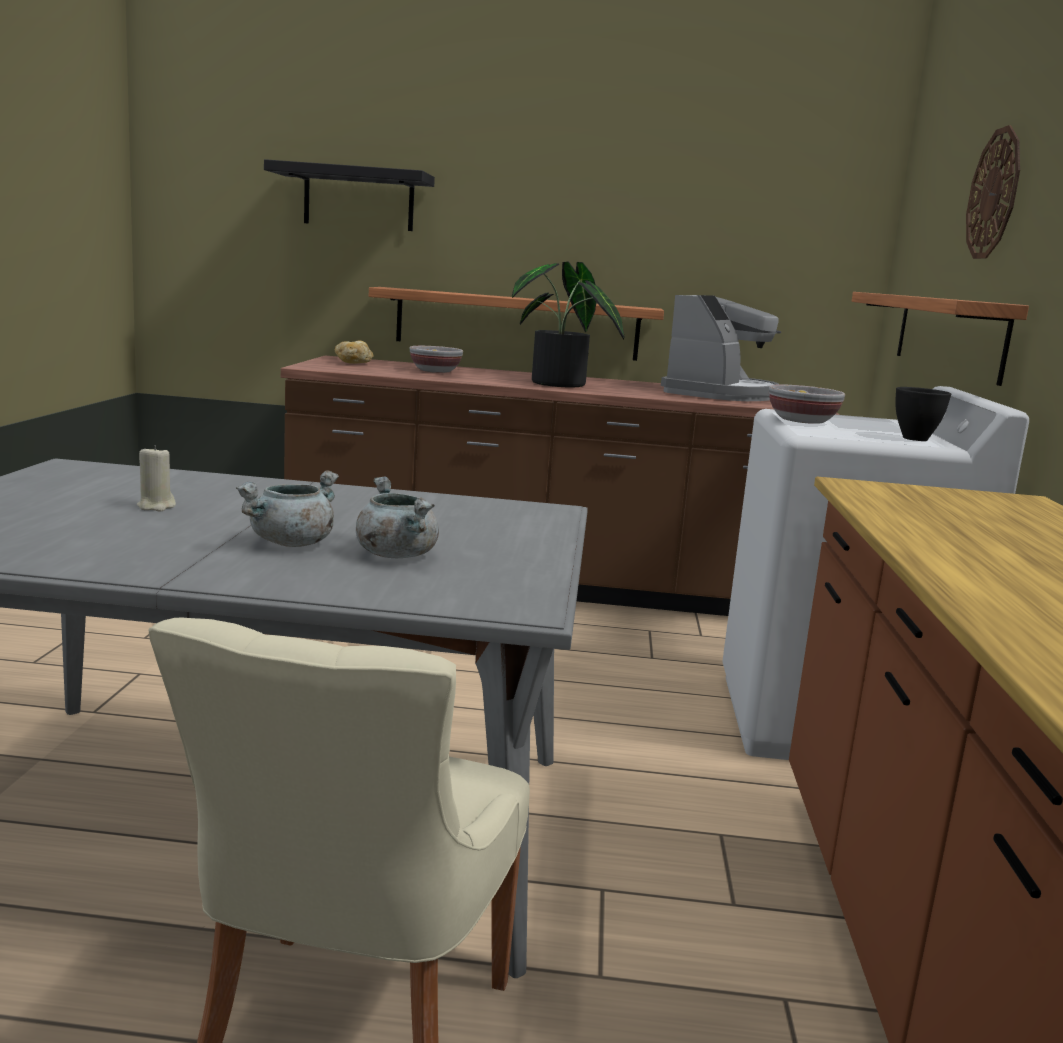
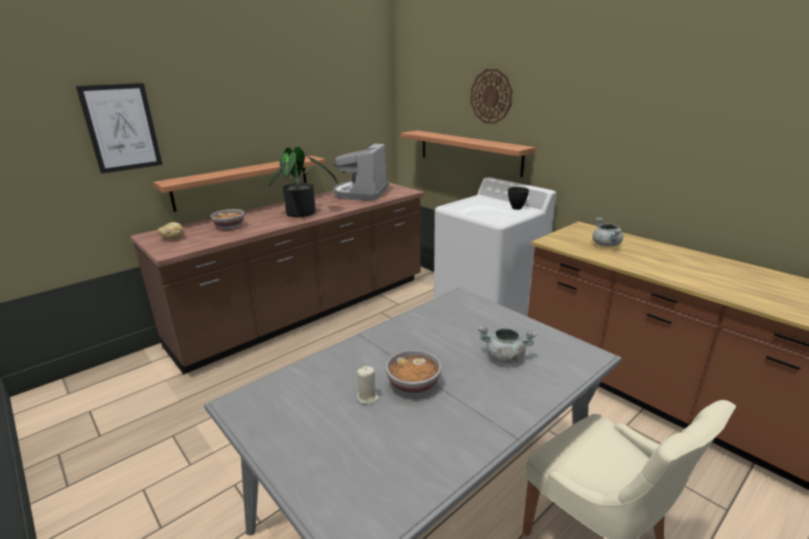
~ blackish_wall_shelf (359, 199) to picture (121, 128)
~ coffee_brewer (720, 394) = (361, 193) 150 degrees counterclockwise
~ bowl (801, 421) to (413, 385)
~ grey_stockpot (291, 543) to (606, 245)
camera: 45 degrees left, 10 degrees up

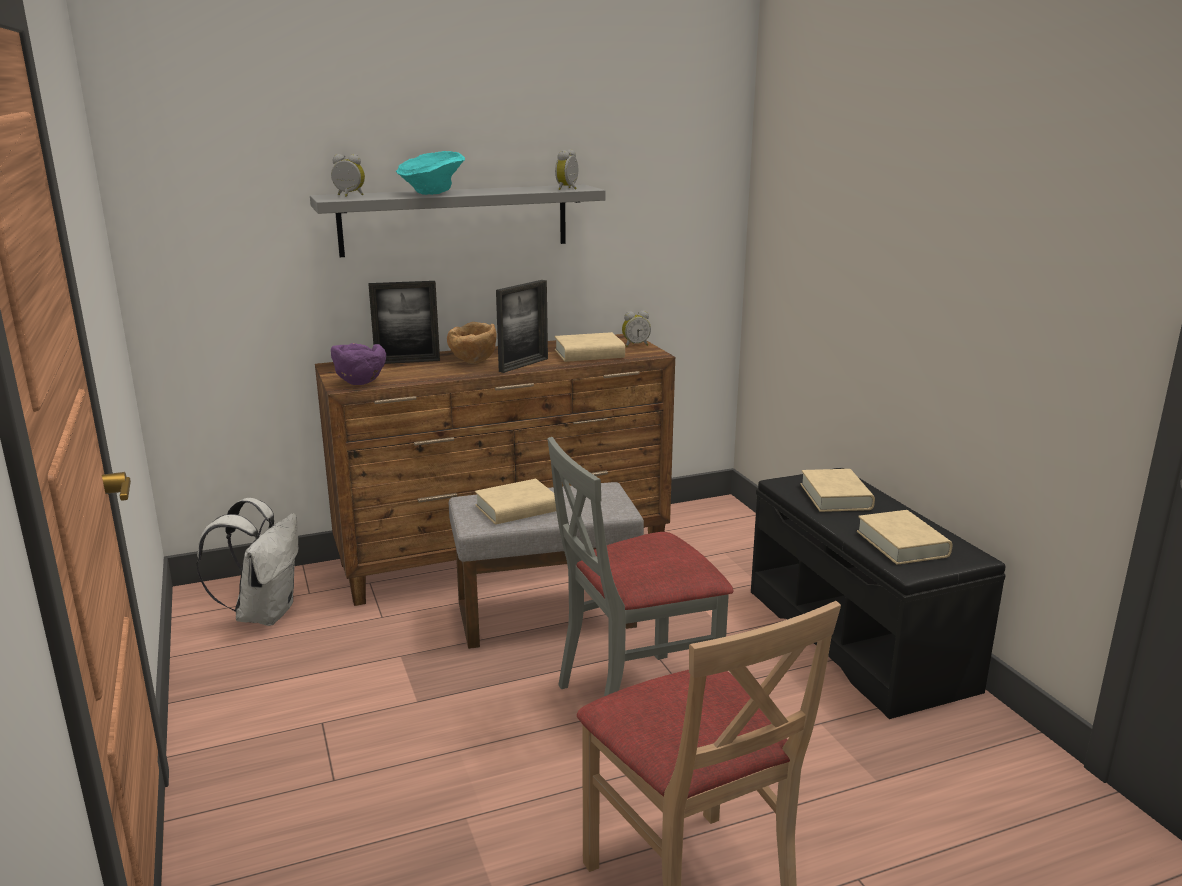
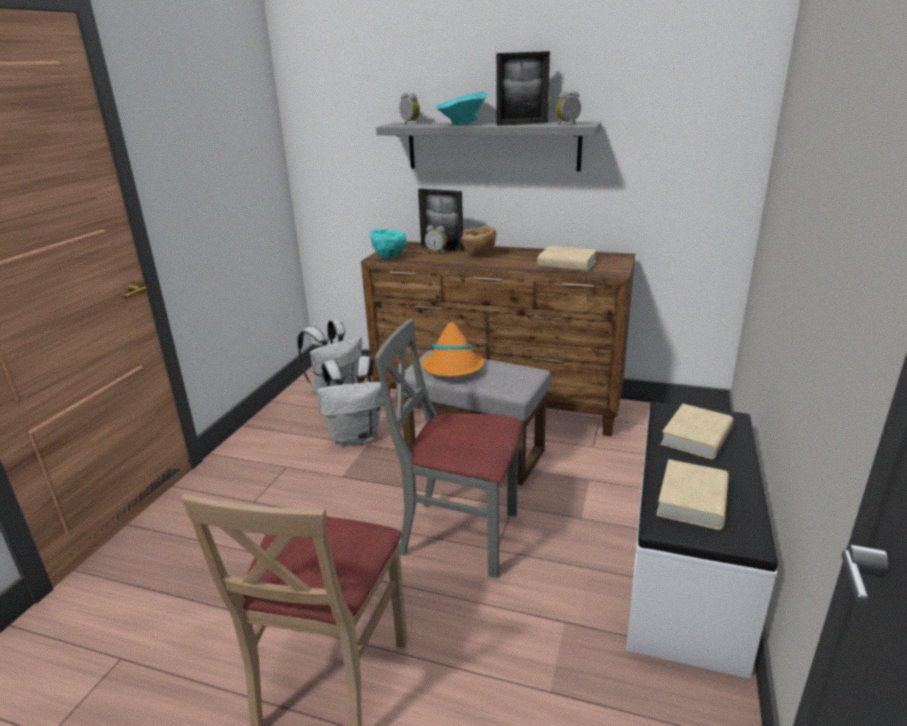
~ photo_frame (523, 365) to (522, 124)
~ bedside_clock (635, 345) to (437, 252)
~ purple_bowl (360, 383) to turquoise-coloured_bowl (389, 257)
~ blackish_bench (858, 637) to white_bench (687, 571)
~ sand-coloured_book (517, 509) to orange_wearable_hat (453, 369)
+ white_rucksack (356, 437)
camera: 40 degrees right, 5 degrees up

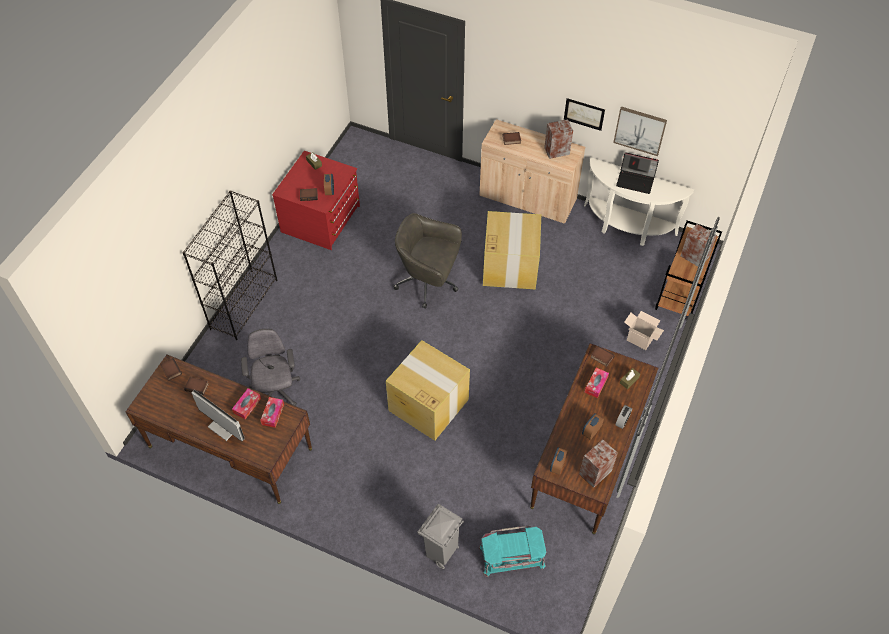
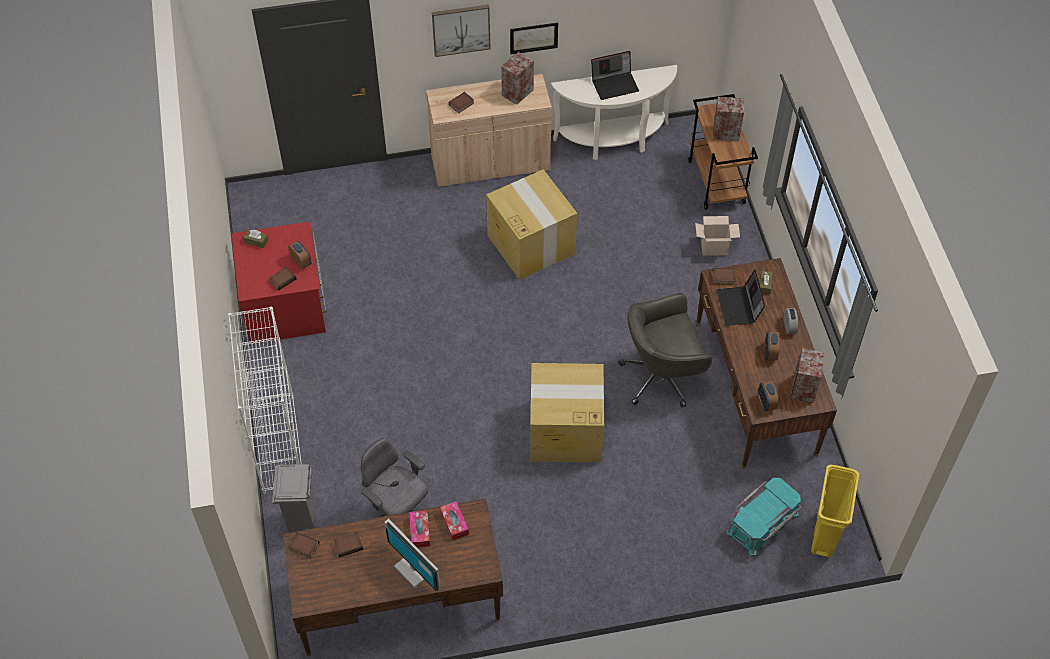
~ picture (640, 130) to (461, 29)
~ blackish_bookshelf (244, 304) to white_bookshelf (278, 444)
~ grey_computer_chair (428, 282) to (662, 376)
~ tissue_box (596, 385) to portable_computer (739, 307)
~ computer_screen (222, 428) = (414, 569) 135 degrees counterclockwise
~ grey_waste_bin (441, 553) to (302, 522)
+ yellowish_waste_bin (824, 535)
camera: 35 degrees left, 0 degrees up

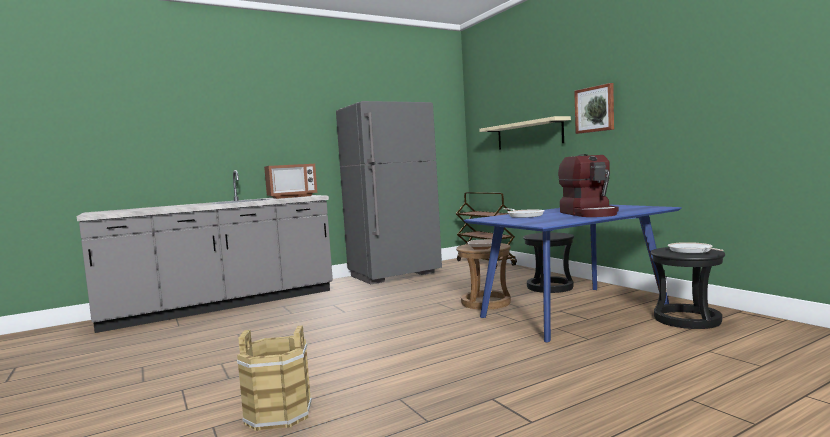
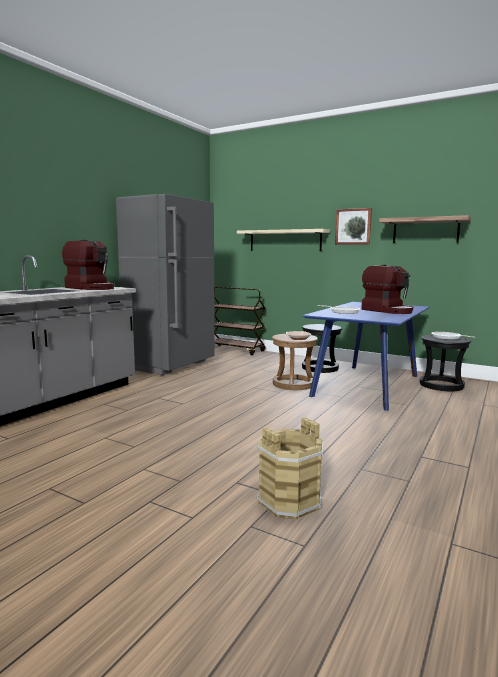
~ microwave (292, 197) to coffee_brewer (91, 288)
+ wall_shelf (425, 231)
camera: 30 degrees left, 5 degrees up

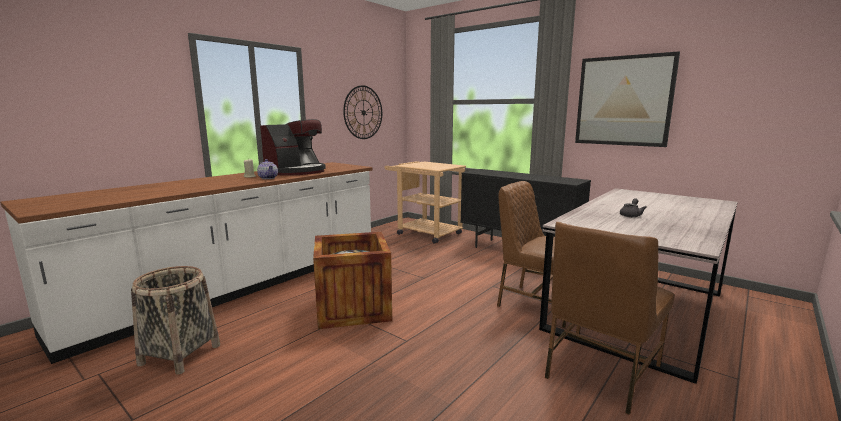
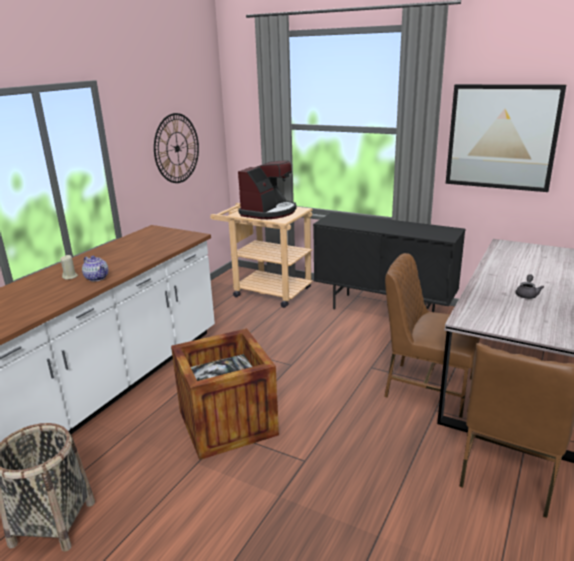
~ coffee_brewer (296, 172) to (269, 212)
camera: 10 degrees left, 10 degrees up

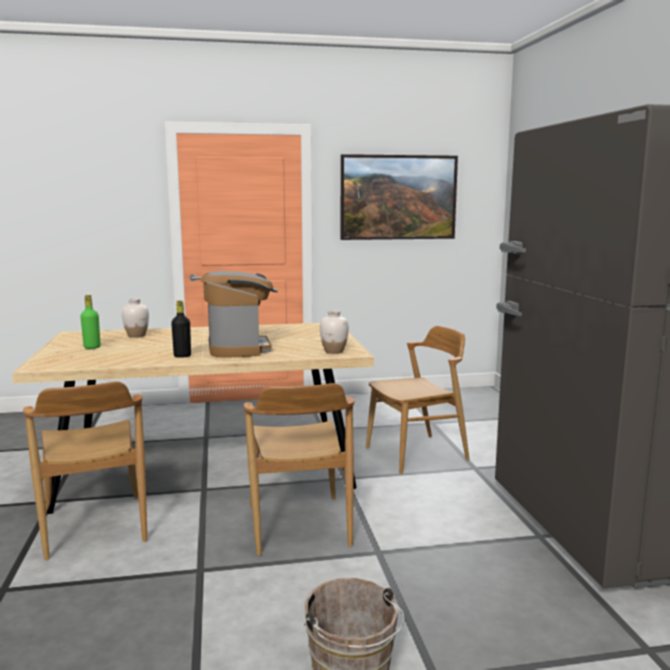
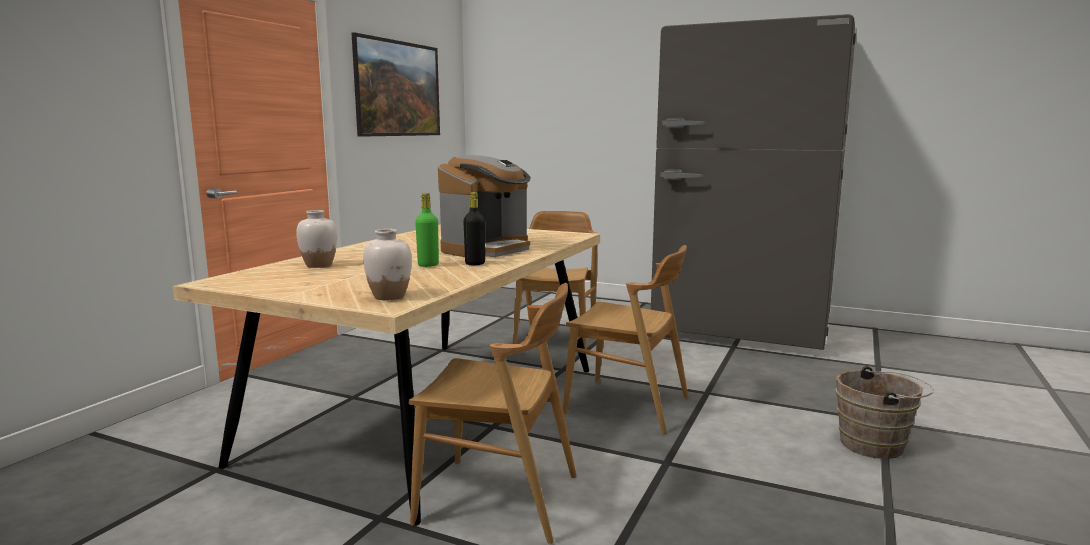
~ coffee_brewer (240, 348) = (487, 249) 105 degrees clockwise
~ green-coloured_beverage_bottle (92, 347) to (428, 265)
~ white_decorative_vase (334, 351) to (389, 296)
camera: 55 degrees left, 0 degrees up

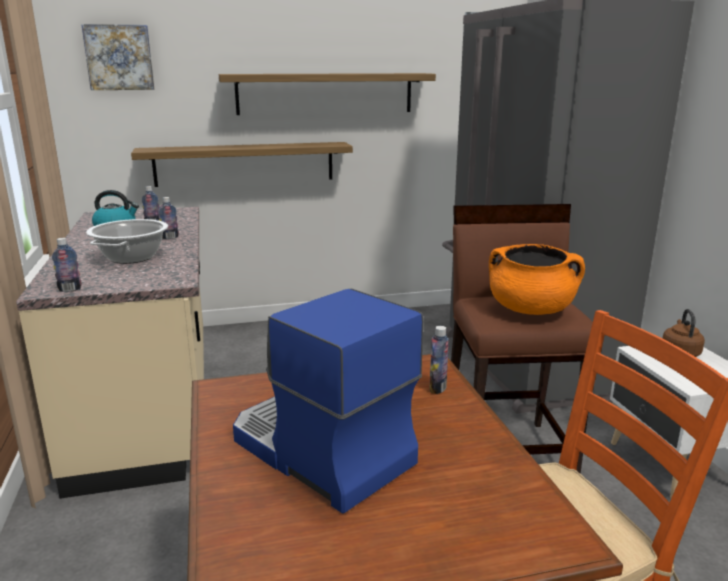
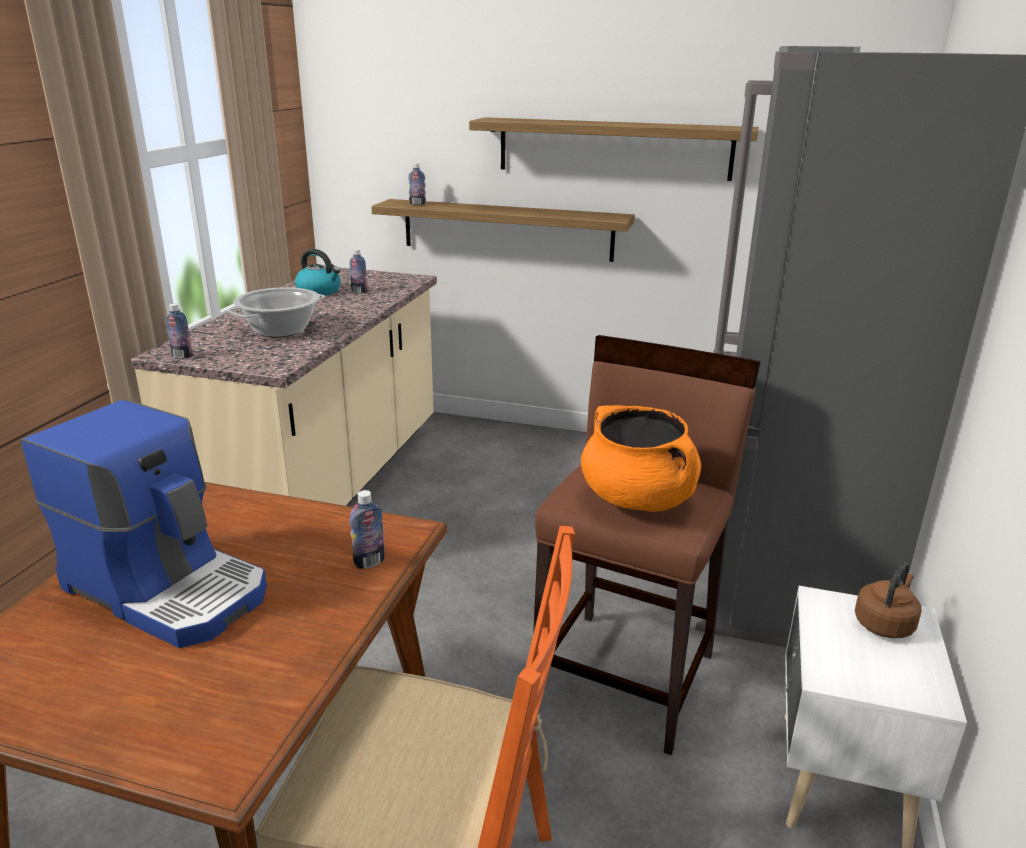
- picture (119, 57)
~ beverage_bottle (170, 237) to (417, 204)
~ coffee_brewer (318, 452) = (170, 588) 135 degrees clockwise
camera: 30 degrees right, 5 degrees up

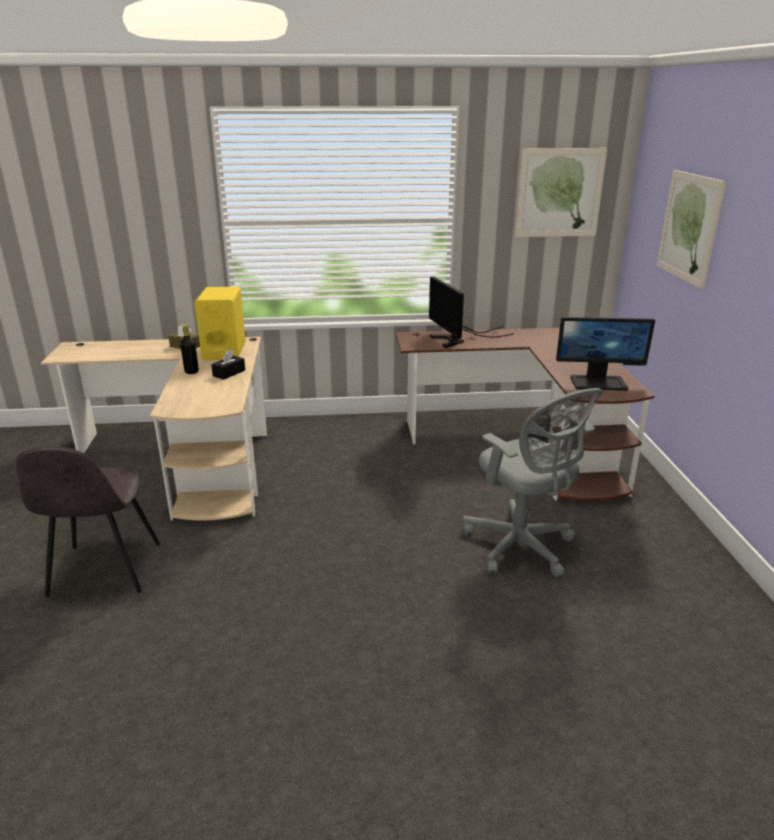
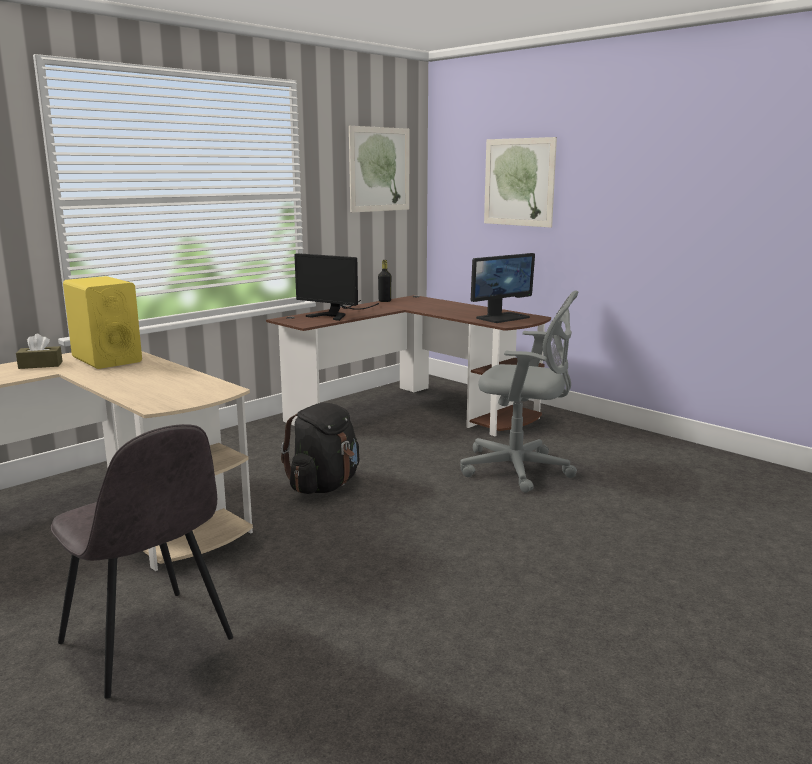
~ blackish_beverage_bottle (191, 372) to (384, 301)
- blackish_tissue_box (229, 373)
+ blackish_rucksack (324, 486)
camera: 40 degrees left, 10 degrees down

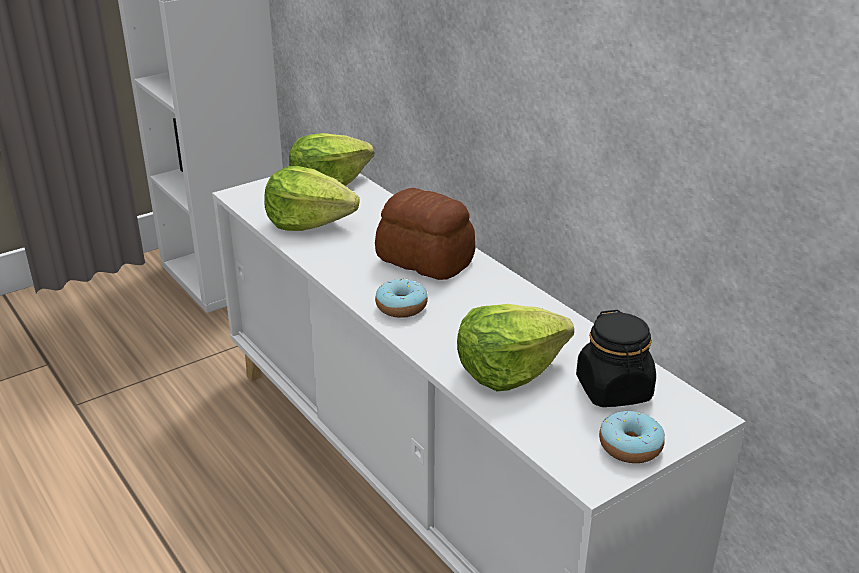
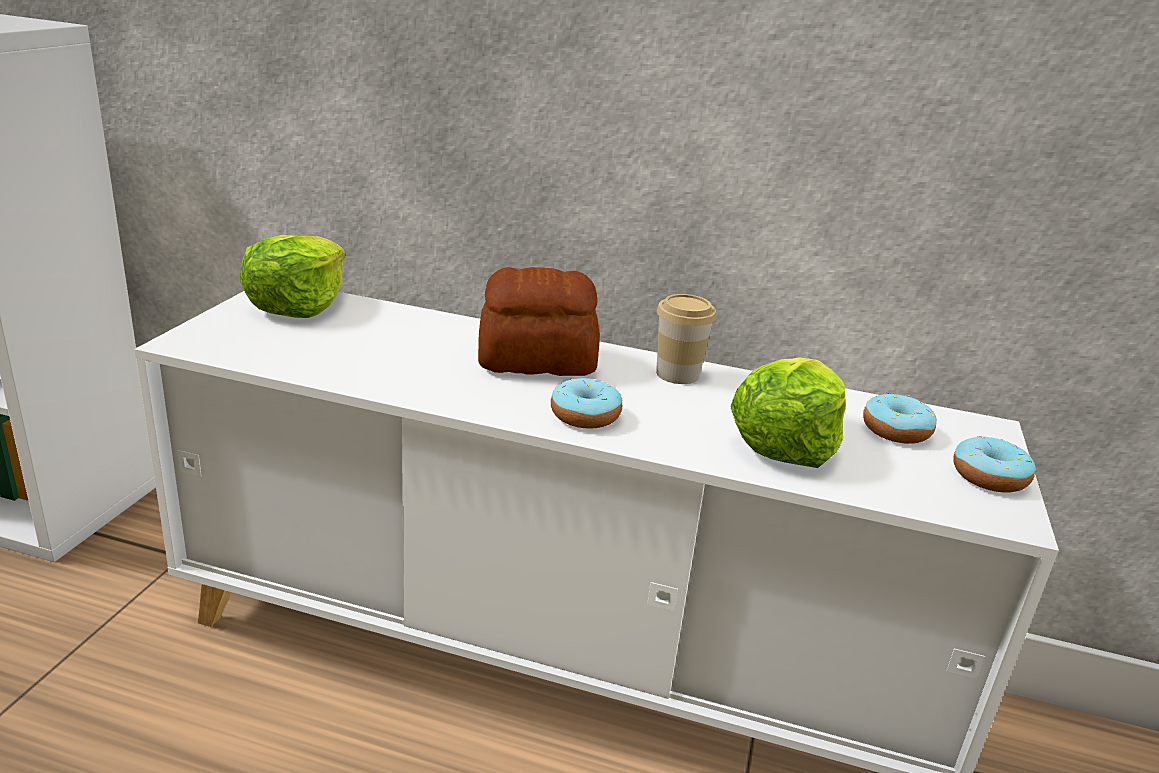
- head_of_lettuce (309, 222)
~ blackish_preserve_jar (614, 390) to donut (896, 430)
+ small_cup (677, 374)
camera: 40 degrees left, 5 degrees down

